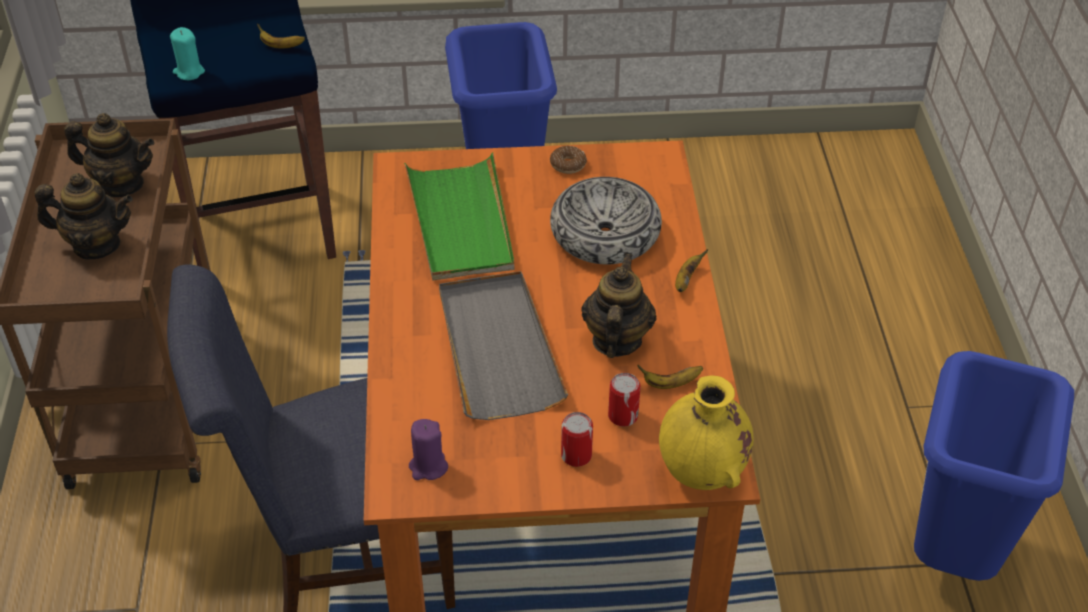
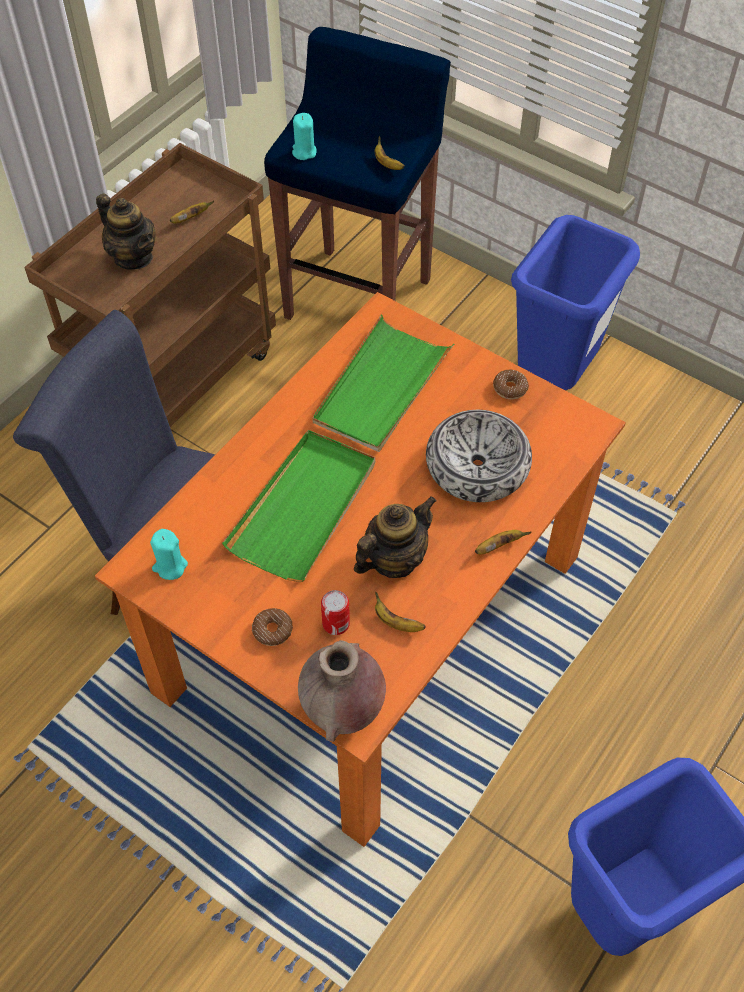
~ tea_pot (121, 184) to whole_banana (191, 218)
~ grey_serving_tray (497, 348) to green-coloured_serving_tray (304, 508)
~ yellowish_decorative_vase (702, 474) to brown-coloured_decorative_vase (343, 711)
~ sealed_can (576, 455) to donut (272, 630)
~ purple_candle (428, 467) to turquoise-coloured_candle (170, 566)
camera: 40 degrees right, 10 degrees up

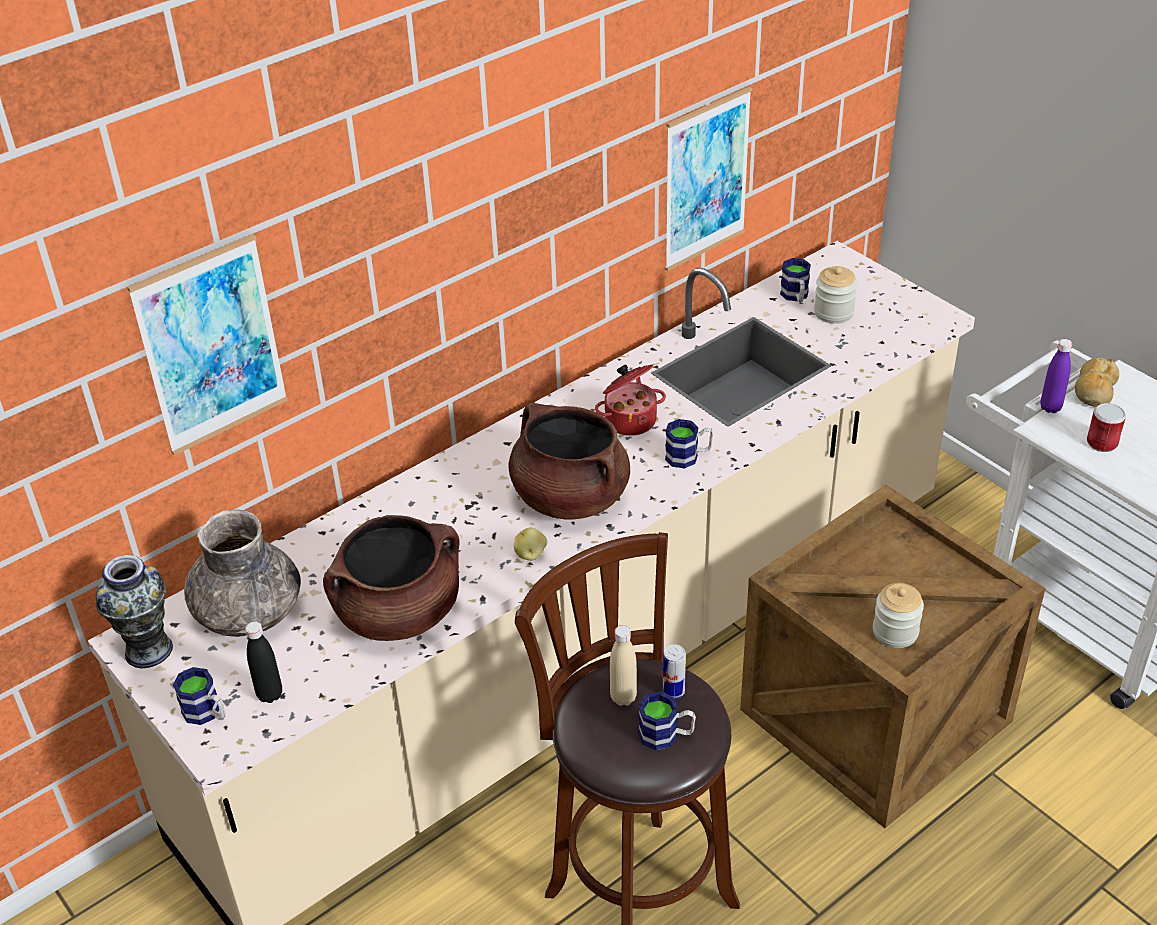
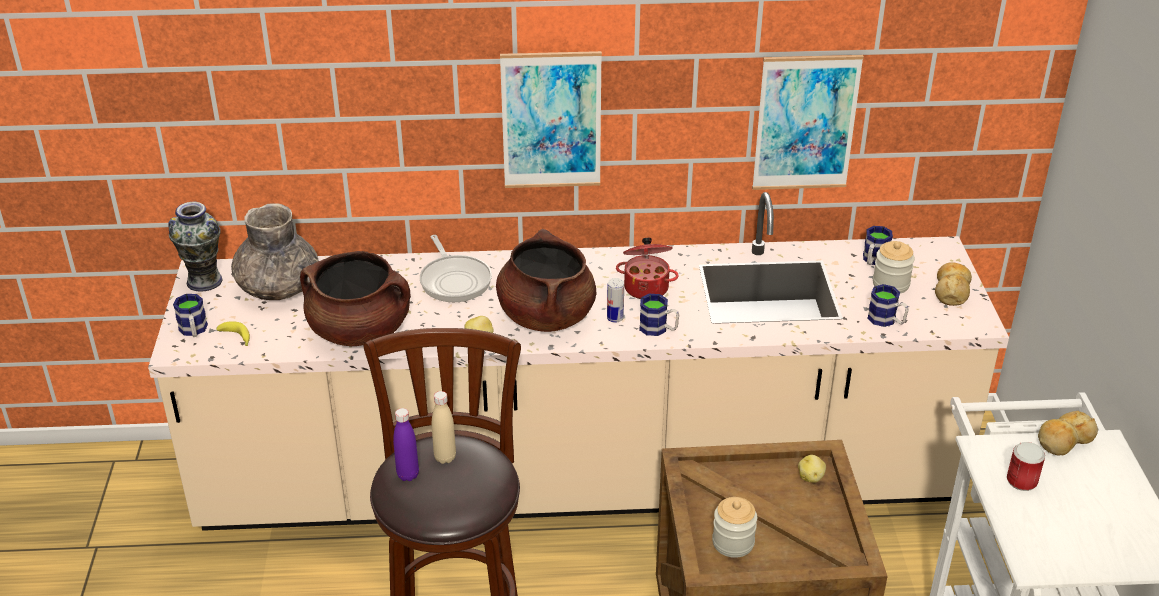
~ picture (211, 346) to (551, 120)
~ purple_beverage_bottle (1050, 407) to (408, 475)
~ blackish_beverage_bottle (270, 694) to whole_banana (237, 338)
~ sealed_can (673, 691) to (615, 318)
~ tea_mug (666, 735) to (887, 321)
+ skillet (454, 280)
+ baked_bread (951, 290)
+ spud (811, 477)
camera: 35 degrees right, 5 degrees down

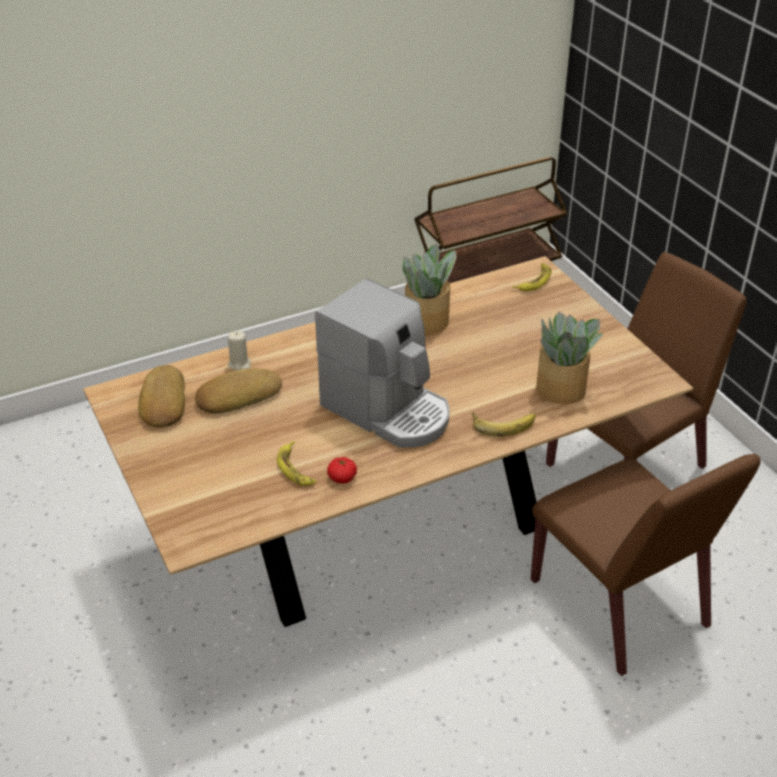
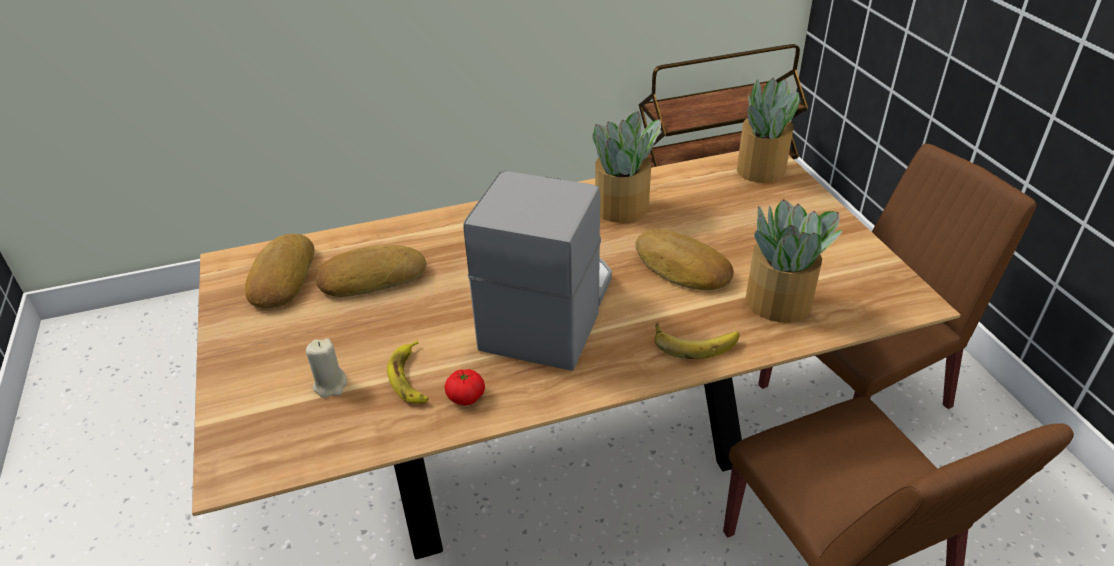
~ whole_banana (534, 281) to potted_plant (760, 169)
~ coffee_brewer (388, 410) = (549, 311) 120 degrees counterclockwise
~ sand-coloured_candle (239, 364) to (330, 385)
+ baked_bread (681, 268)
camera: 10 degrees right, 0 degrees up

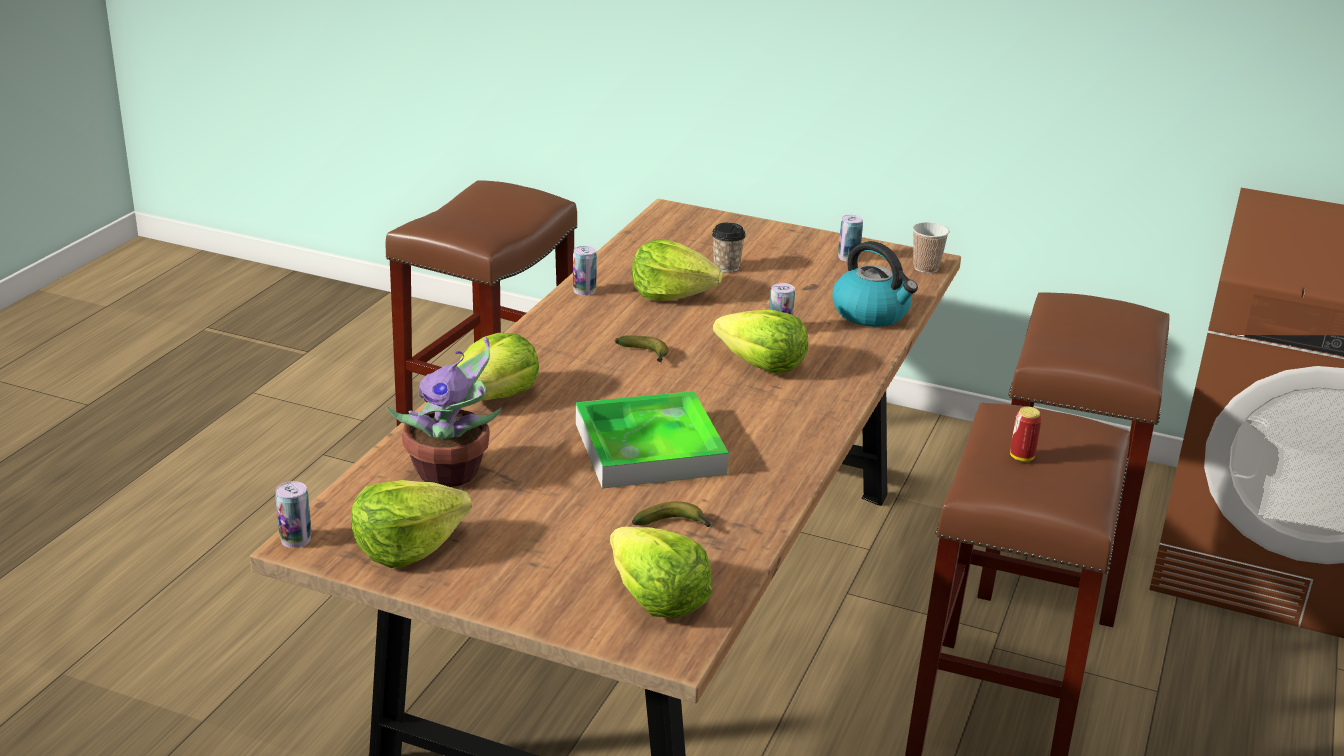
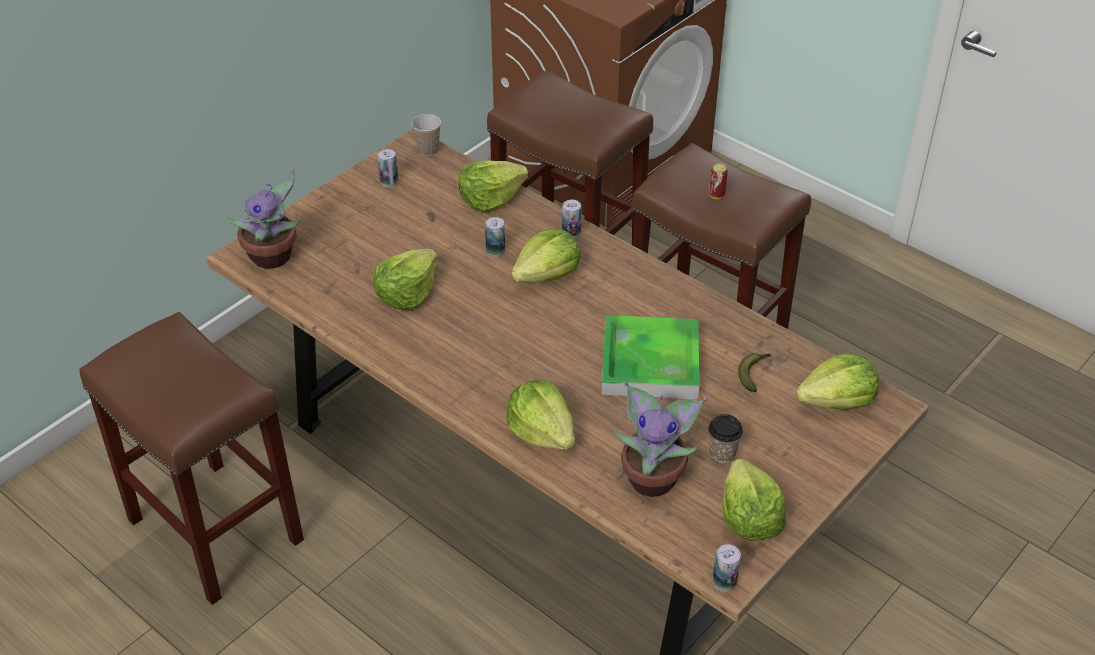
~ small_cup (726, 267) to (722, 453)
~ tea_kettle (872, 313) to head_of_lettuce (490, 198)
~ sealed_can (584, 291) to (571, 233)
- whole_banana (646, 355)
+ potted_plant (273, 257)
camera: 70 degrees left, 15 degrees up

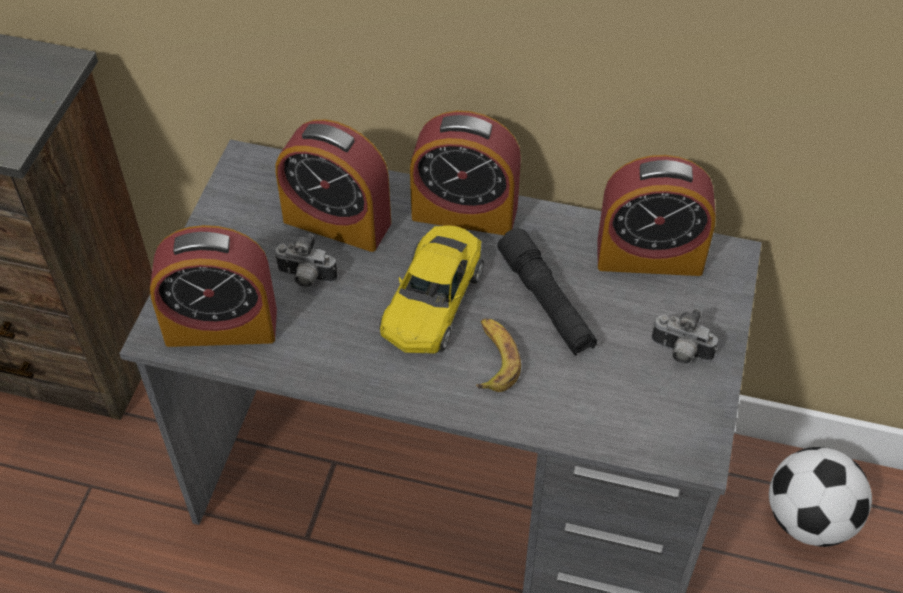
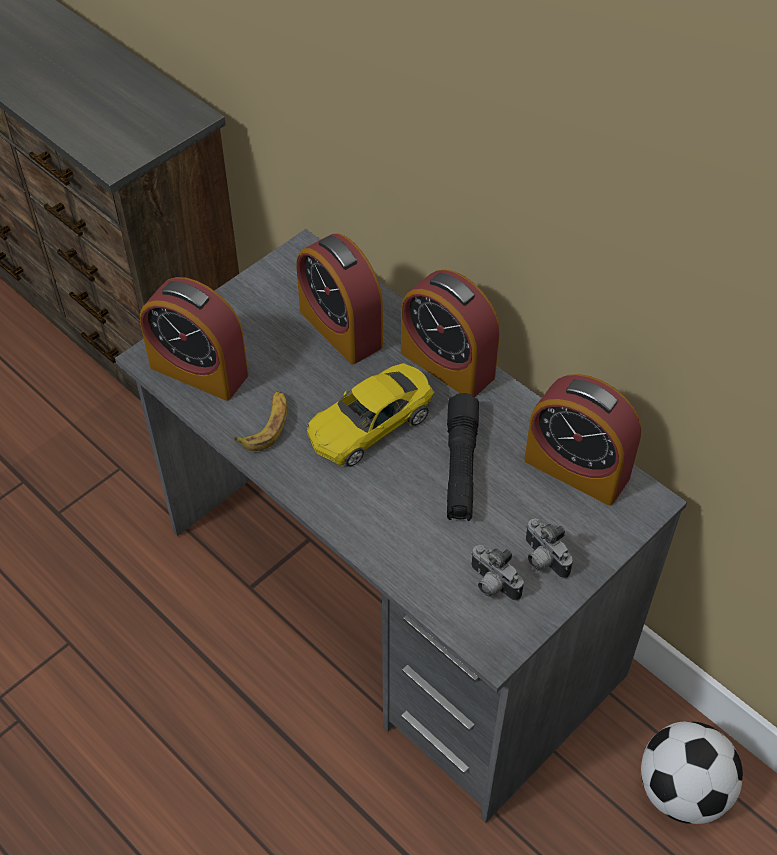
~ still_camera (305, 278) to (491, 585)
~ whole_banana (494, 358) to (266, 425)
camera: 30 degrees right, 0 degrees up

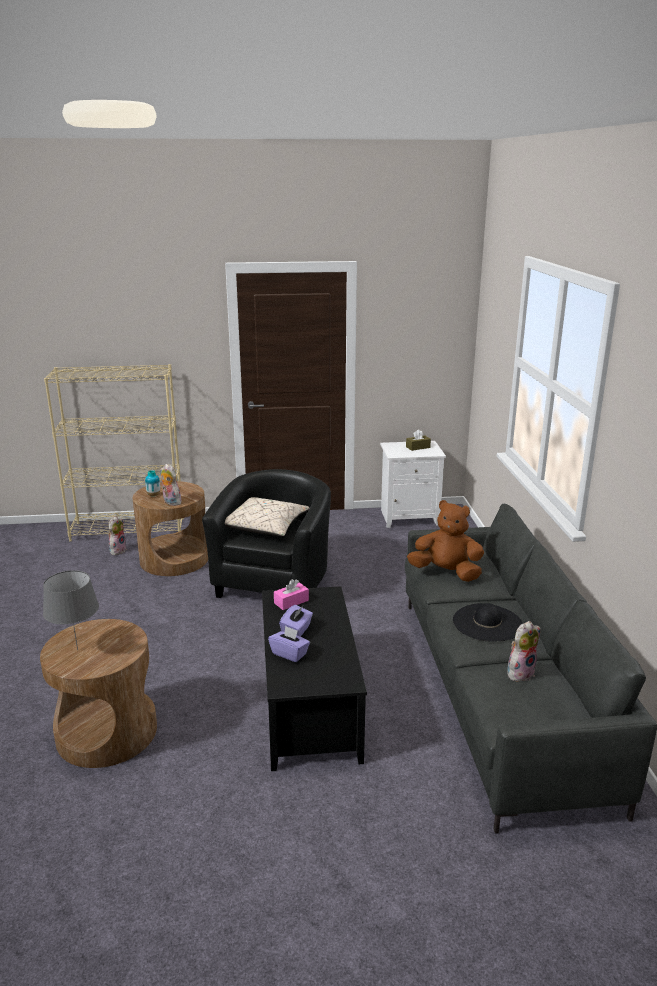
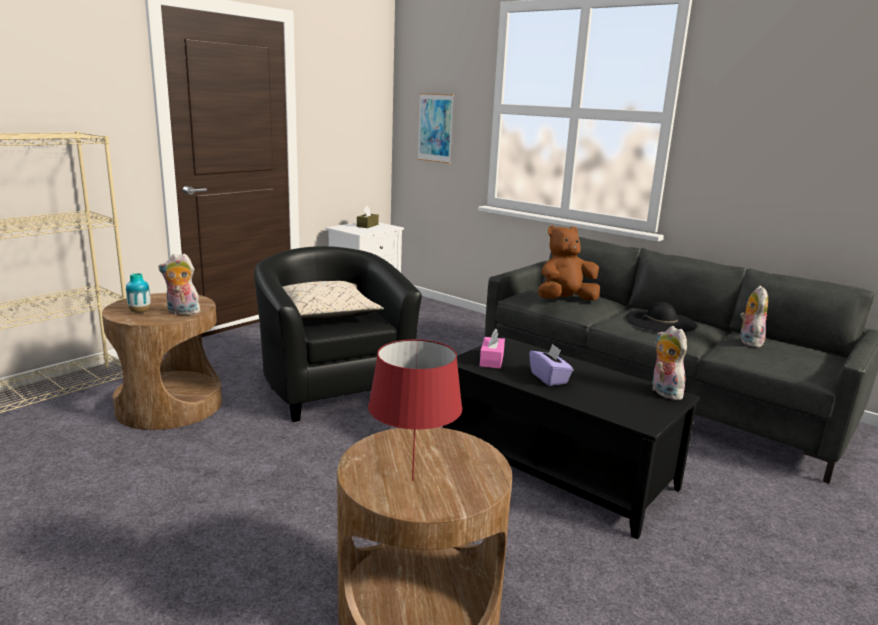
~ soft_toy (117, 550) to (663, 392)
~ grey_tabletop_lamp (77, 650) to reddish_tabletop_lamp (412, 481)
- purple_tissue_box (289, 653)
+ picture (435, 128)
camera: 45 degrees left, 5 degrees down

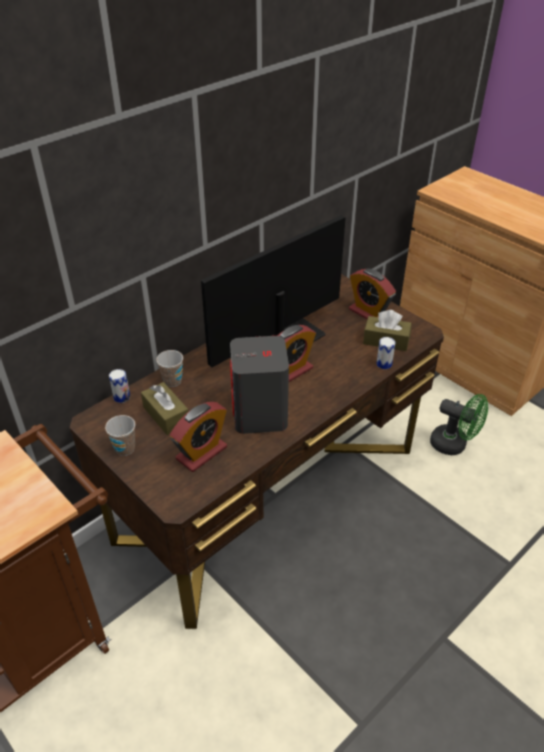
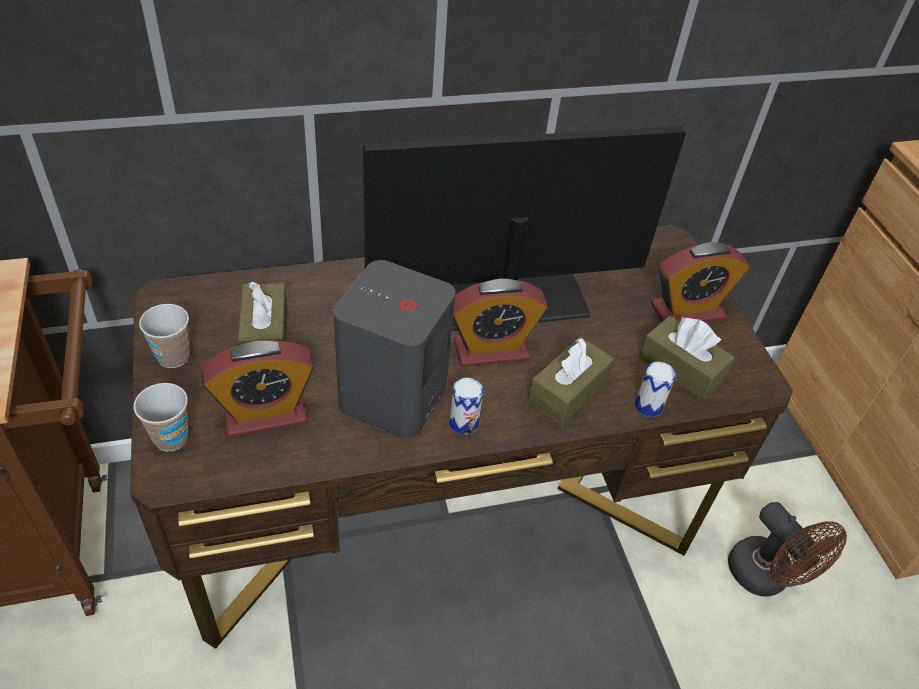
~ bedside_clock (369, 313) = (687, 311) 90 degrees counterclockwise
~ small_cup (172, 381) to (171, 438)
~ sealed_can (122, 397) to (463, 423)
~ green-coloured_cooling_fan (454, 445) to brown-coloured_cooling_fan (766, 578)
+ brown-coloured_tissue_box (568, 391)
camera: 25 degrees right, 5 degrees up

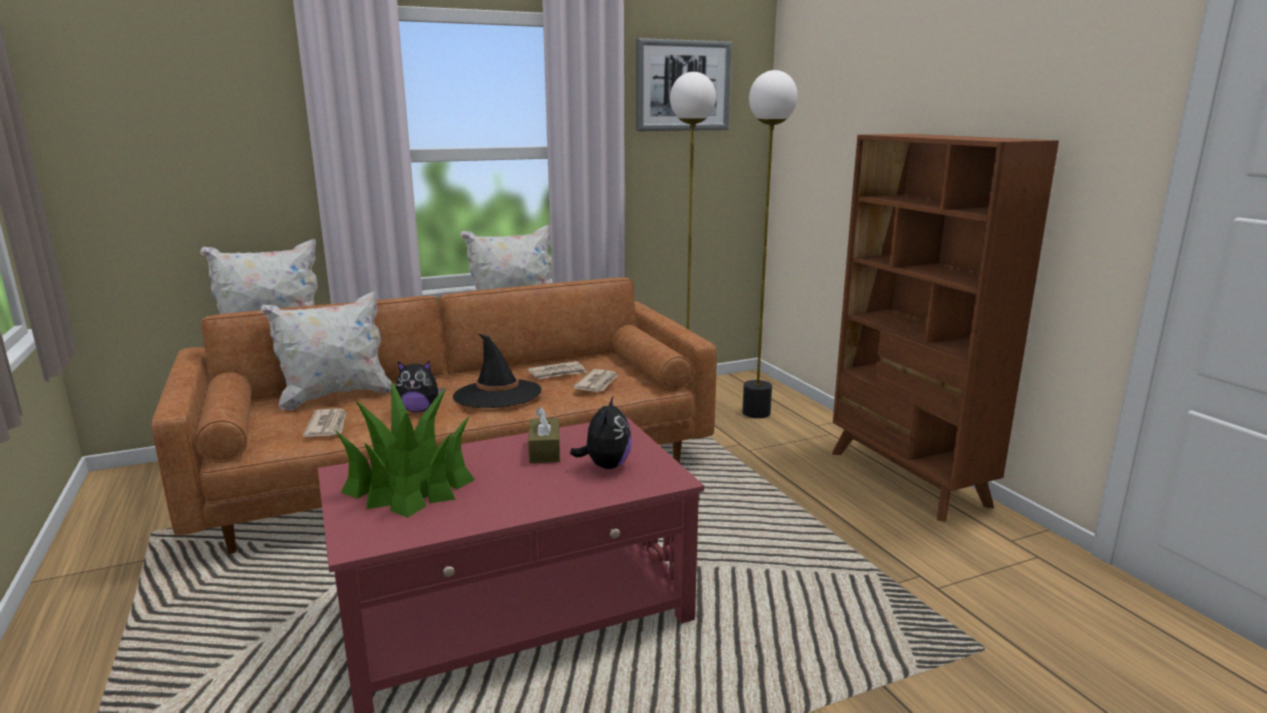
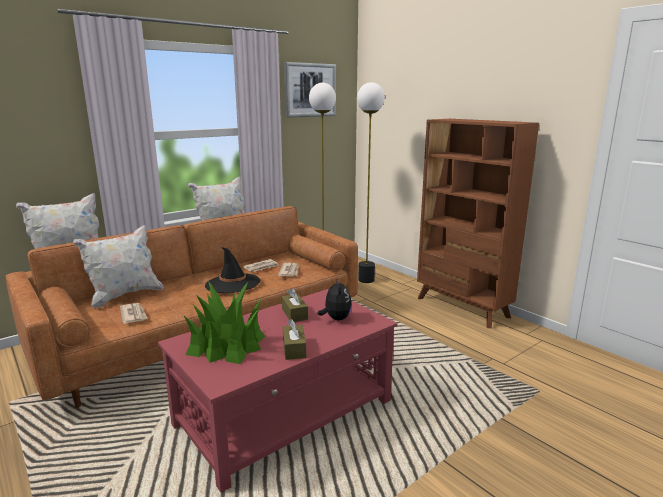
- soft_toy (419, 410)
+ brown-coloured_tissue_box (294, 349)
camera: 15 degrees left, 0 degrees up

